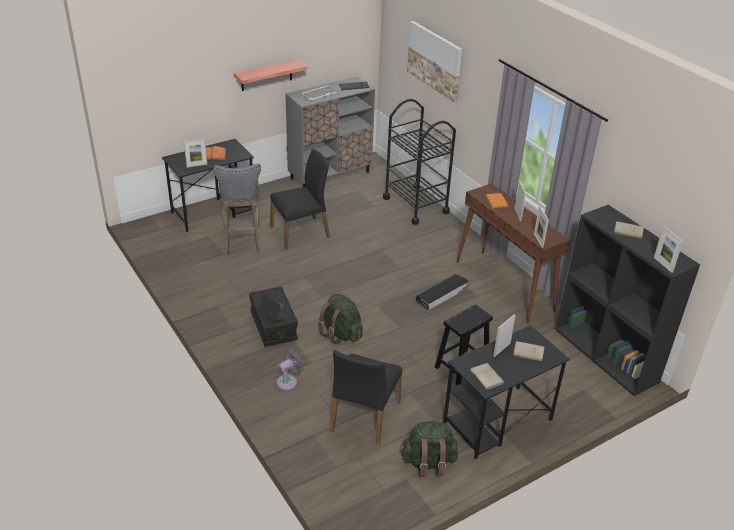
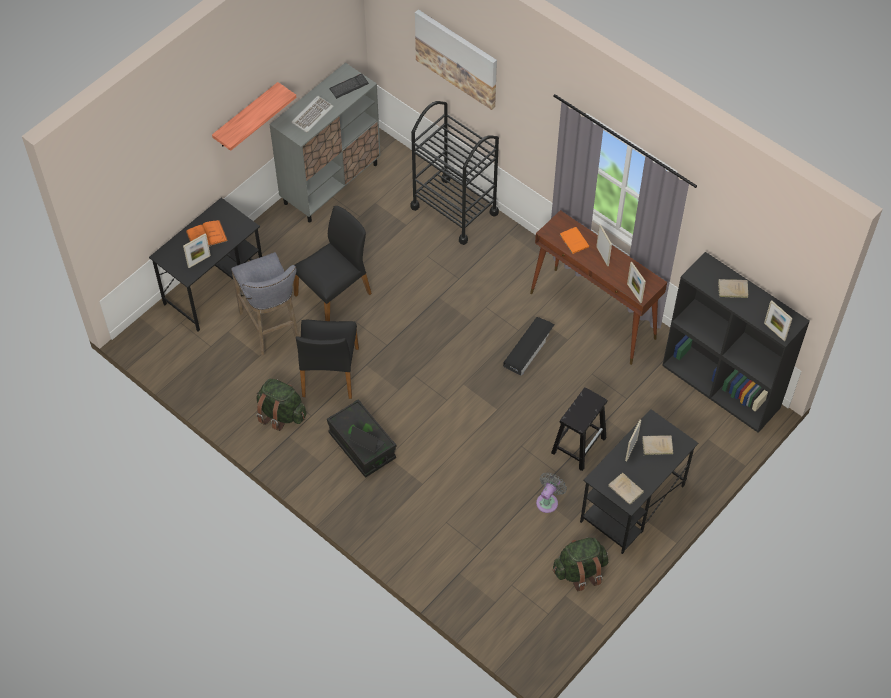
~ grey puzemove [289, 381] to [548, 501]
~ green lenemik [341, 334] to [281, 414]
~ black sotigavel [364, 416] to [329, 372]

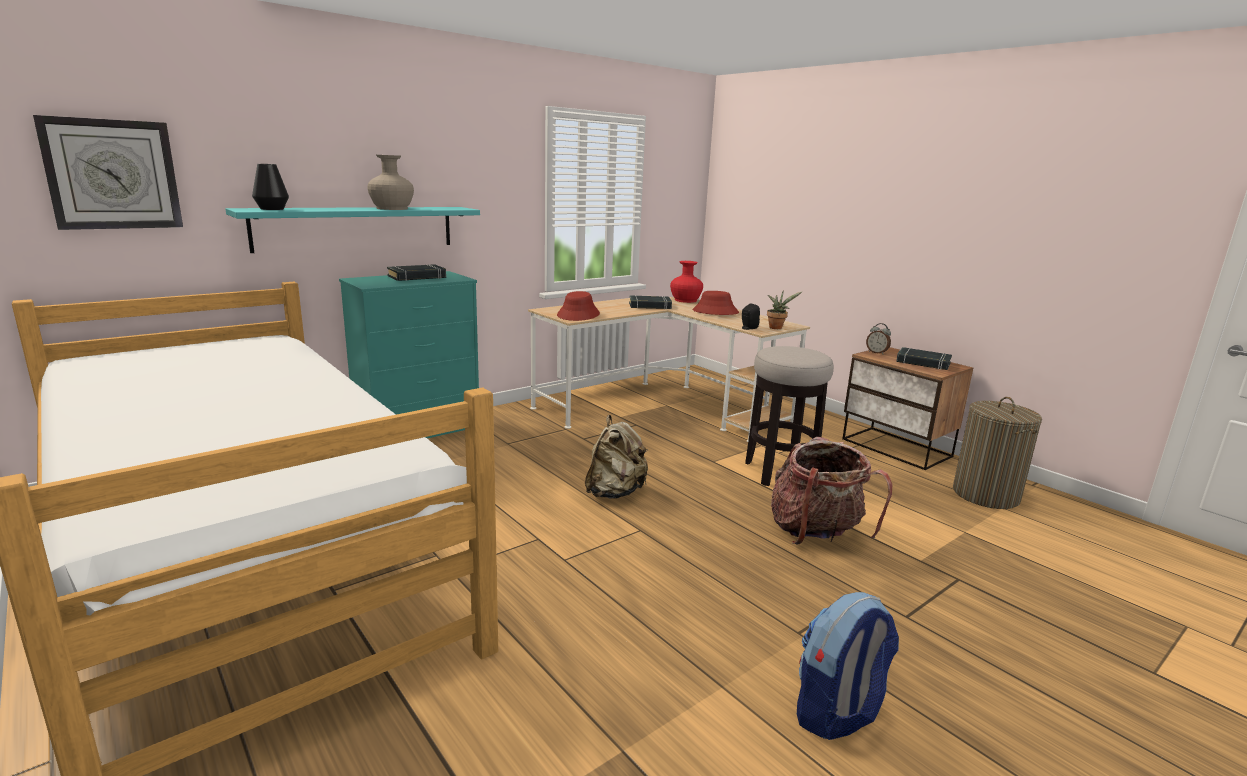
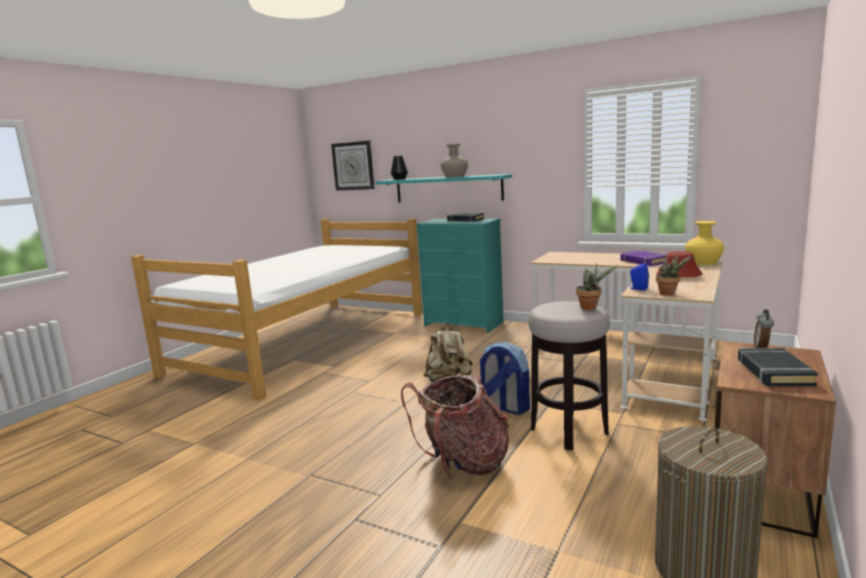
- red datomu [578, 315]
~ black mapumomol [650, 306] to purple mapumomol [643, 262]
~ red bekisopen [685, 300] to yellow bekisopen [703, 262]
~ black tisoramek [748, 328] to blue tisoramek [638, 288]
~ lenemik [837, 713] to [504, 407]
+ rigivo [591, 307]

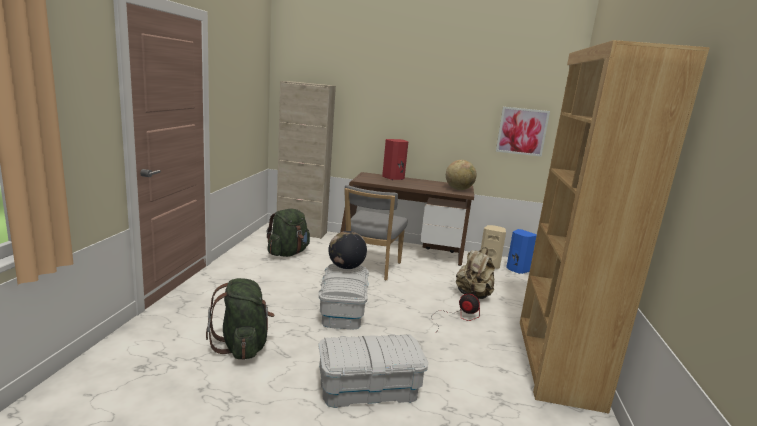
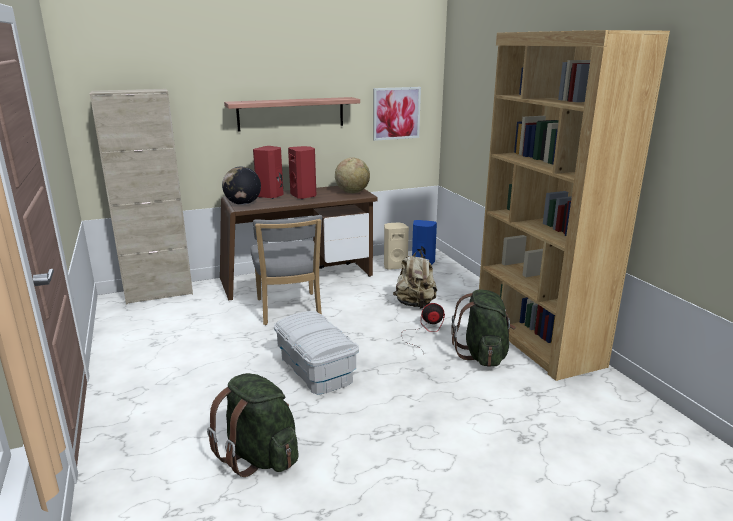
~ green lenemik [288, 253] to [483, 355]
- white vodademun [369, 389]
~ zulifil [346, 267] to [243, 204]
+ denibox [291, 113]
+ red tisoramek [304, 196]

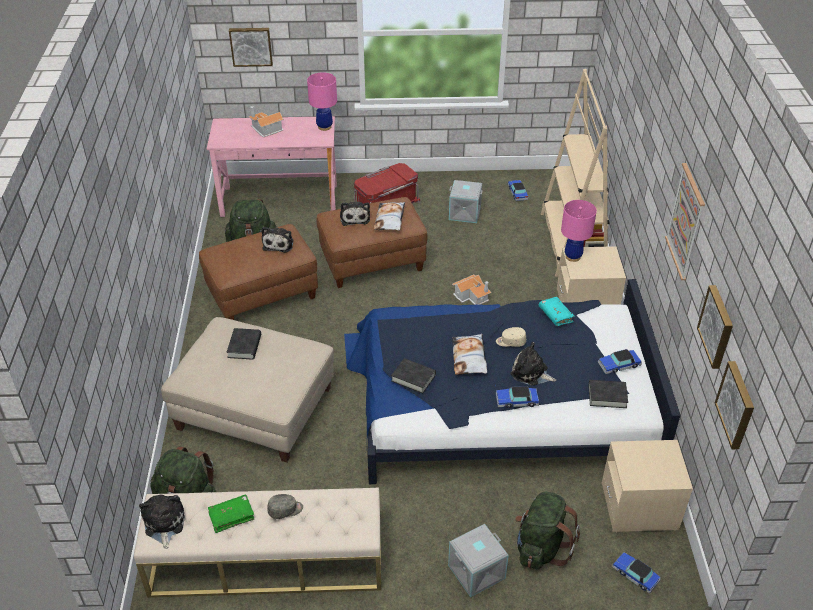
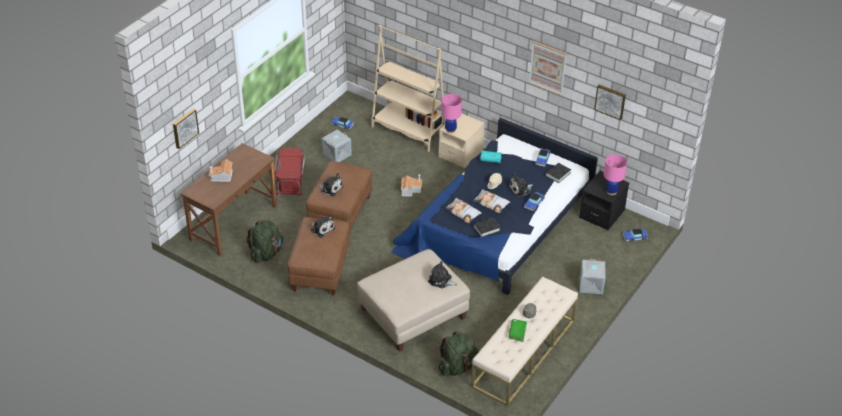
~ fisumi [164, 524] to [441, 280]
~ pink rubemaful [279, 200] to brown rubemaful [233, 222]
- black mapumomol [244, 346]
~ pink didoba [324, 127] to [611, 192]
~ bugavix [390, 219] to [463, 212]
- green lenemik [541, 547]
~ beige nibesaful [639, 507] to black nibesaful [602, 214]
- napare [737, 405]

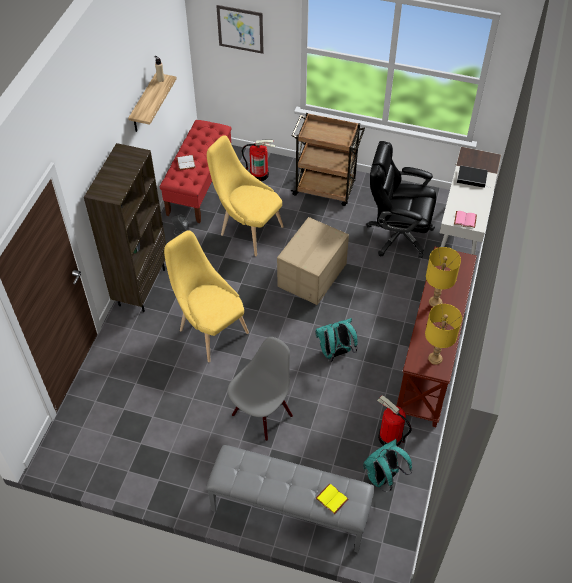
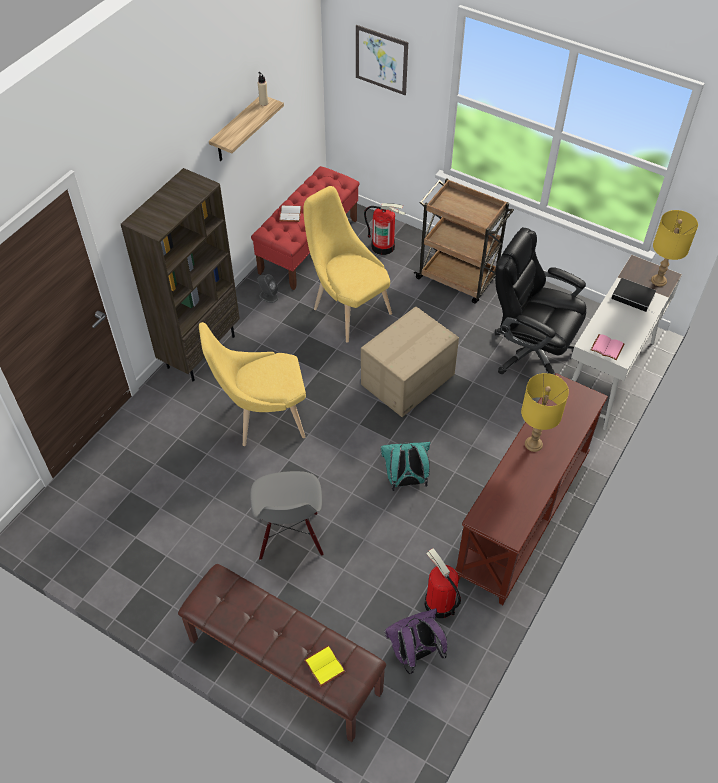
~ yellow sotigavel [210, 329] = [263, 419] 75 degrees counterclockwise
~ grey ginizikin [289, 511] to brown ginizikin [283, 666]
~ grey sotigavel [262, 414] = [290, 536] 120 degrees clockwise
~ turquoise lenemik [383, 477] to purple lenemik [414, 653]
~ yellow didoba [435, 358] to [659, 280]

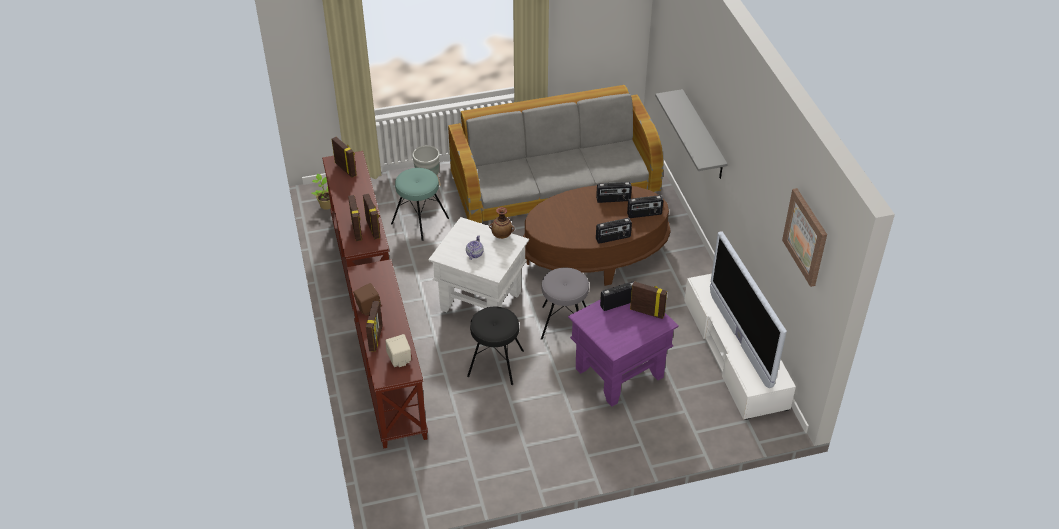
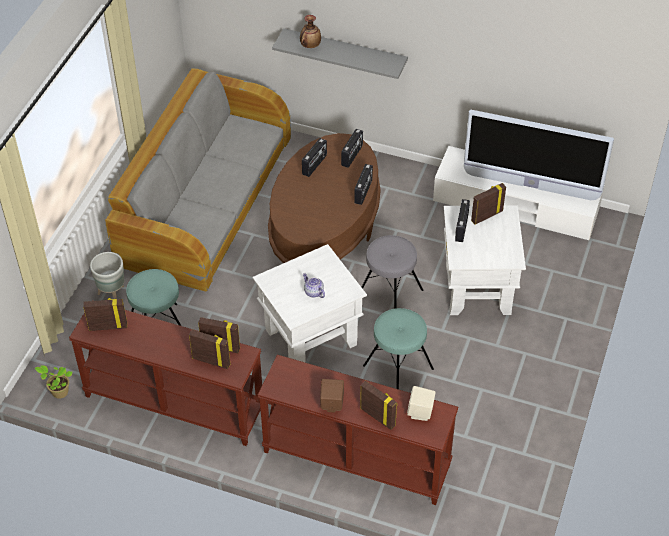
~ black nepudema [495, 363] to turquoise nepudema [398, 367]
~ bekisopen [502, 235] to [310, 46]
~ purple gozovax [618, 373] to white gozovax [477, 289]
- napare [806, 237]

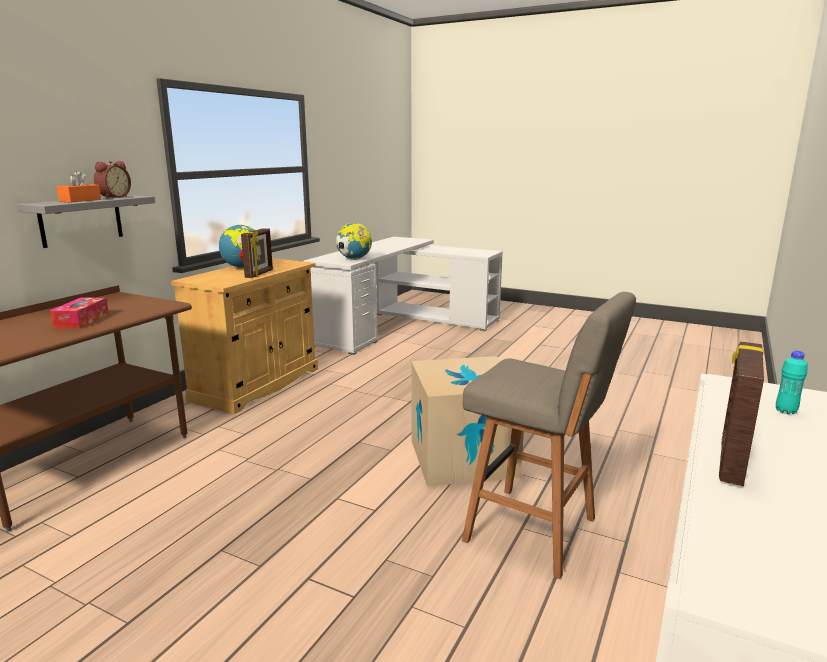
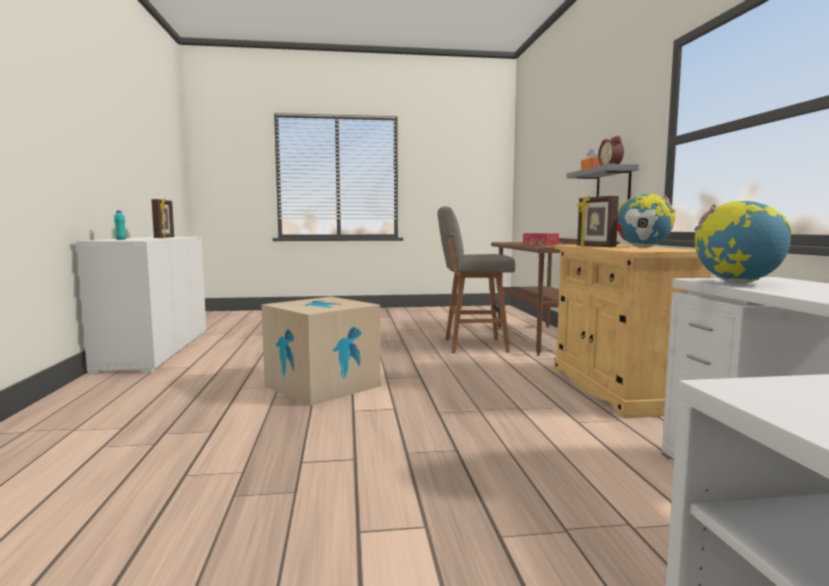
~ grey nepudema [535, 531] to [472, 345]

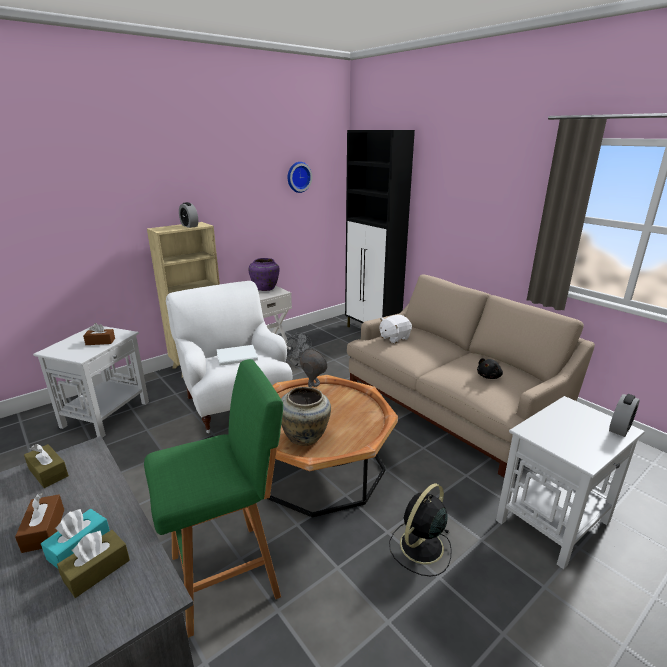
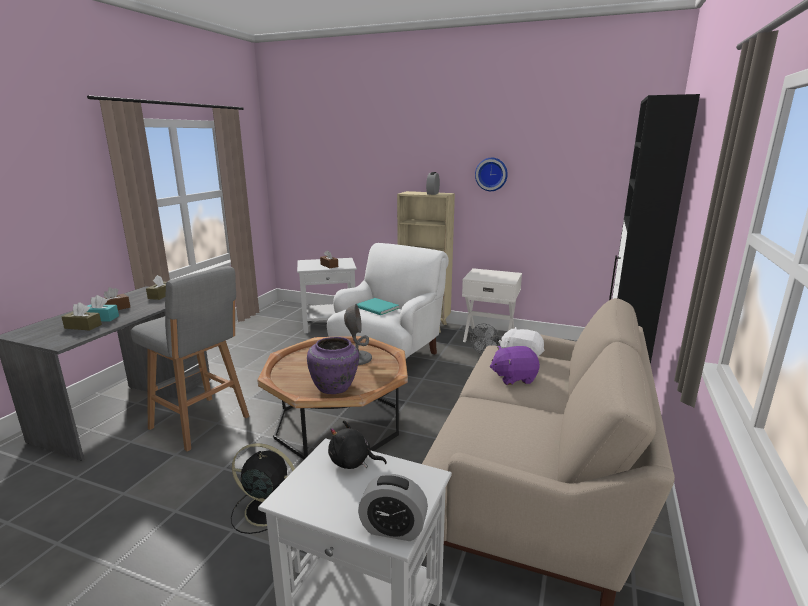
~ green nepudema [229, 574] to grey nepudema [201, 423]
~ white mapumomol [238, 356] to turquoise mapumomol [377, 308]
~ purple bekisopen [265, 288] to [335, 388]
- beige bekisopen [305, 437]
~ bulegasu [298, 177] to [491, 174]
~ black fisumi [489, 376] to [352, 462]
+ purple fisumi [513, 378]

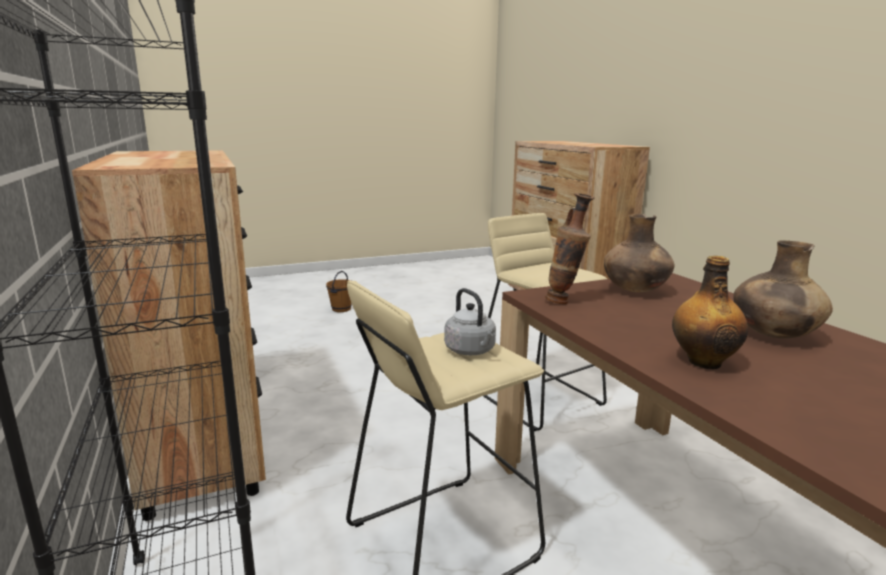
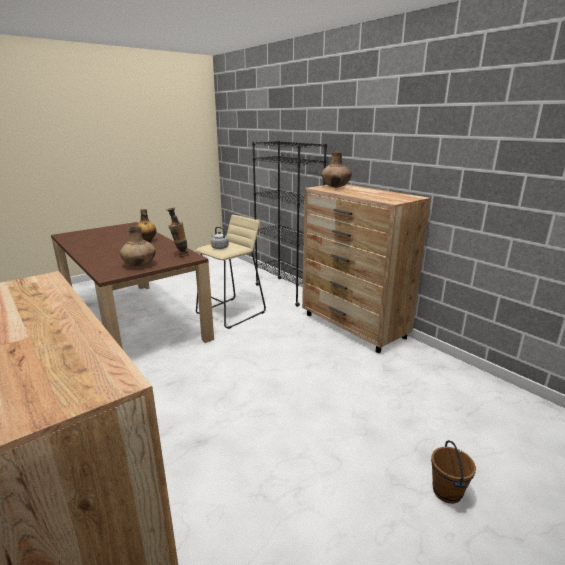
- beige nepudema [537, 397]
~ brown bekisopen [773, 335] to [336, 187]

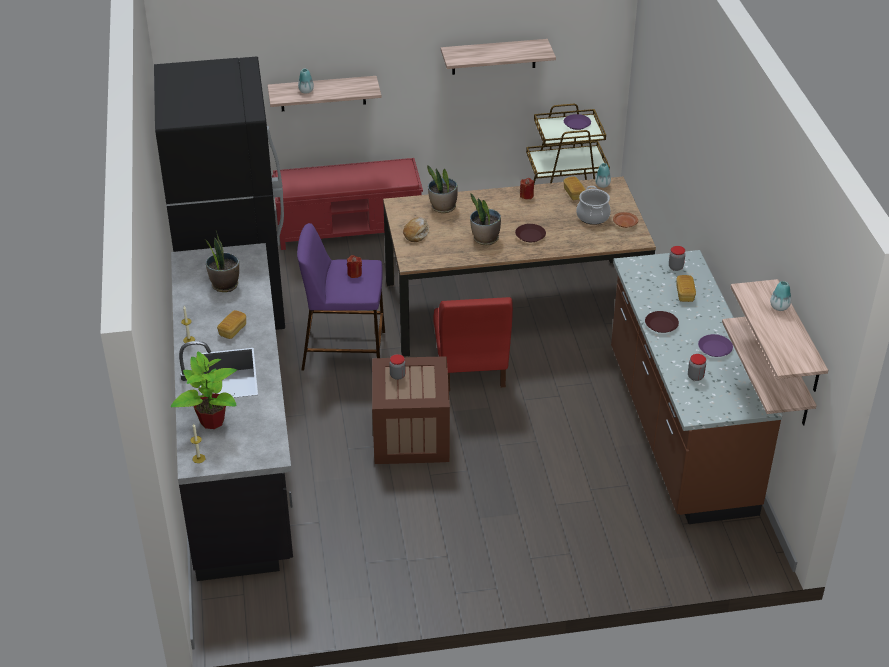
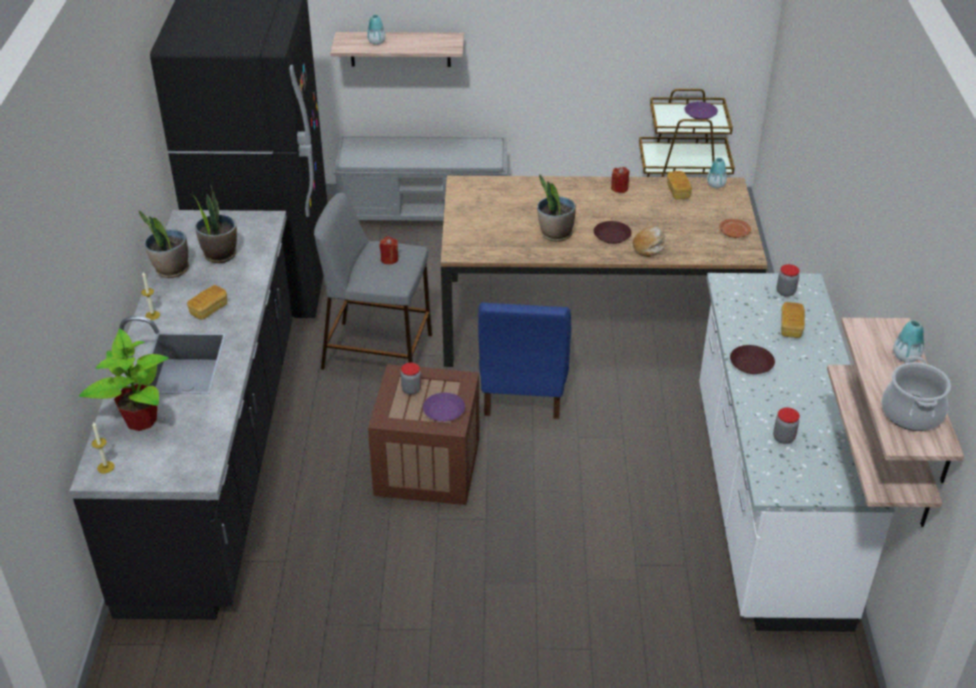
~ red ginizikin [350, 229] to grey ginizikin [425, 213]
~ purple nepudema [345, 350] to grey nepudema [379, 351]
~ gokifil [416, 233] to [649, 246]
~ rigivo [443, 207] to [171, 270]
~ red sotigavel [471, 367] to blue sotigavel [523, 389]
- denibox [494, 56]
~ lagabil [592, 216] to [911, 413]
~ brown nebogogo [678, 431] to white nebogogo [765, 502]
~ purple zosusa [714, 349] to [443, 411]

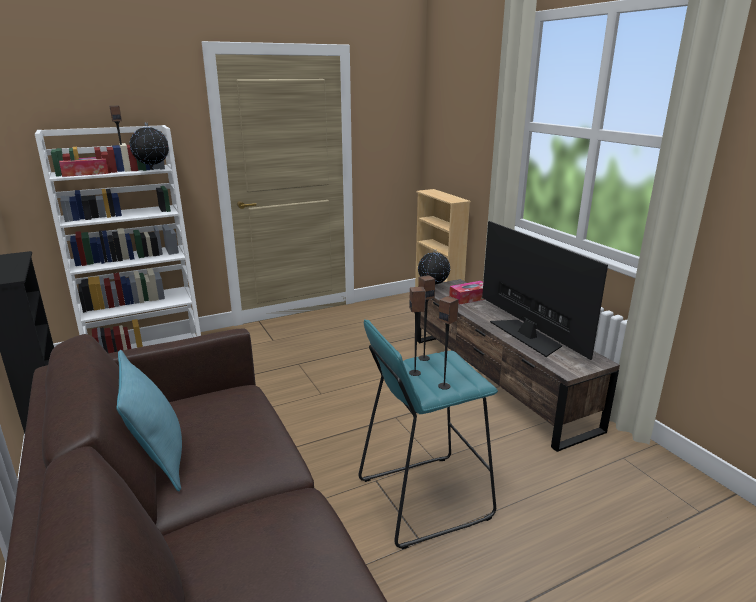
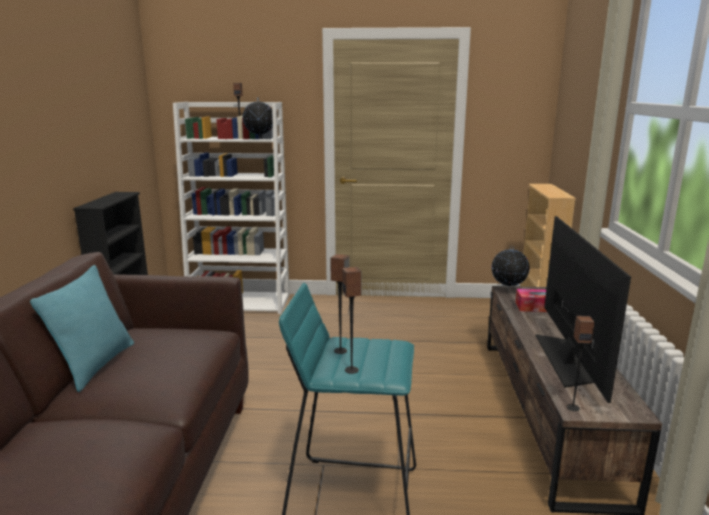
- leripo [85, 173]
~ tisoramek [424, 358] to [572, 407]

